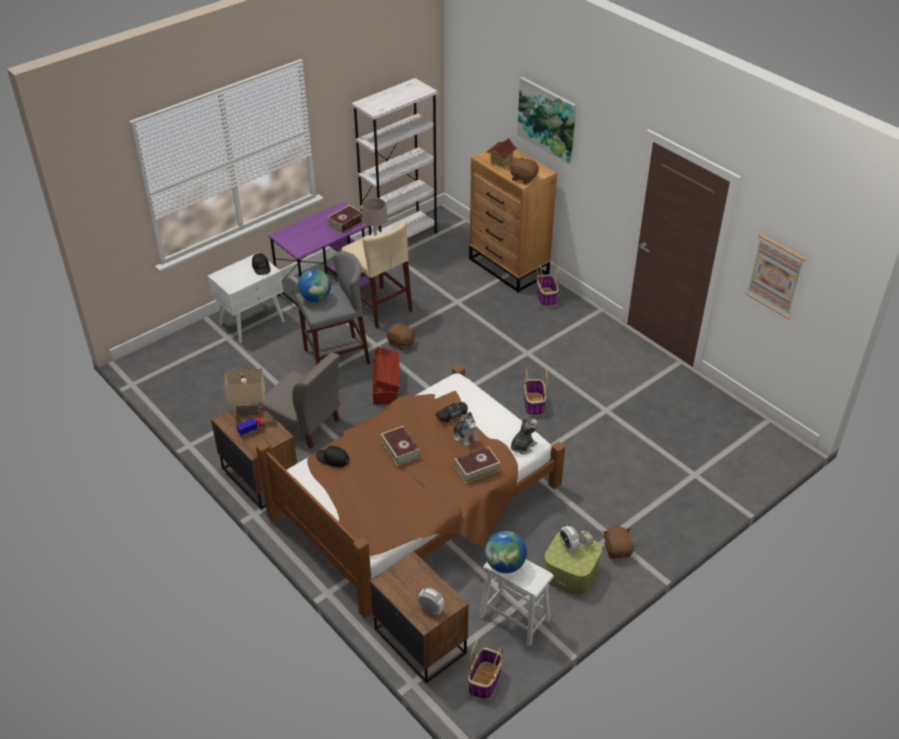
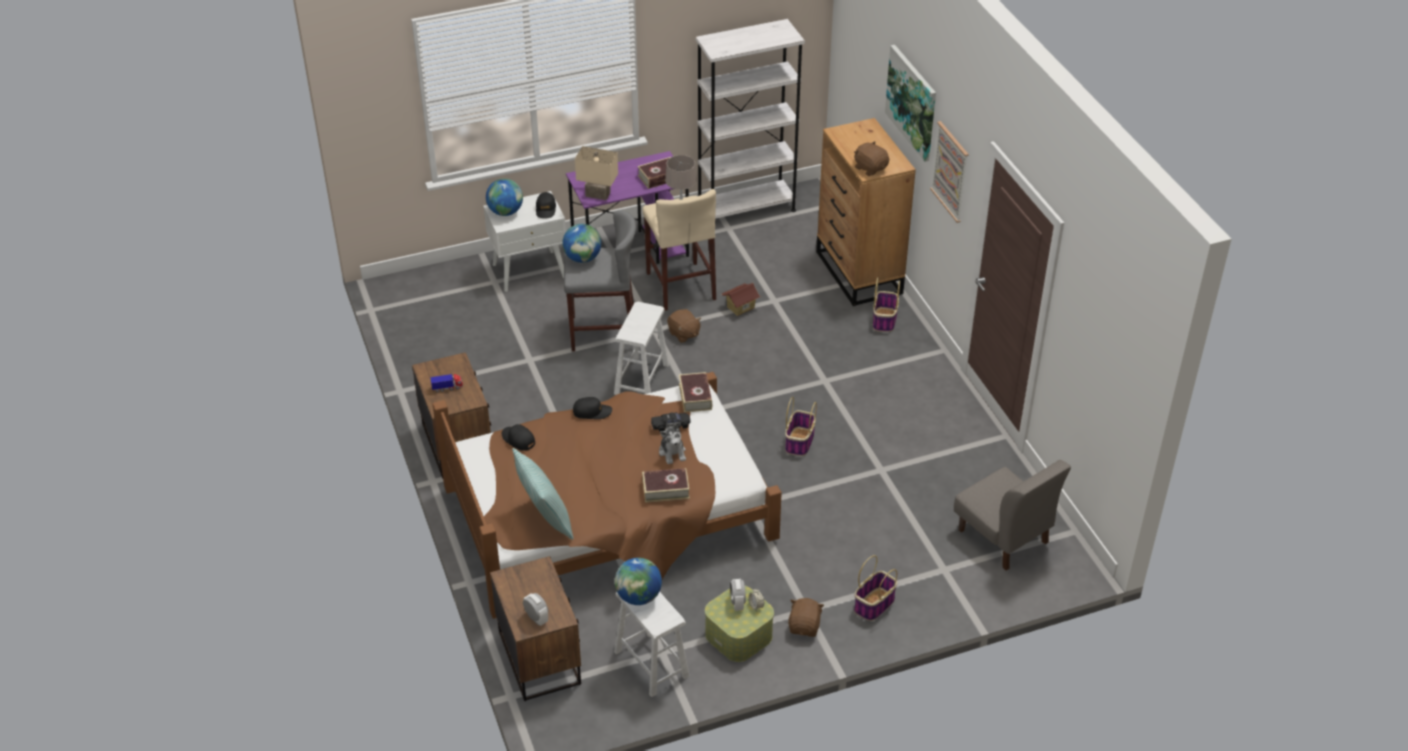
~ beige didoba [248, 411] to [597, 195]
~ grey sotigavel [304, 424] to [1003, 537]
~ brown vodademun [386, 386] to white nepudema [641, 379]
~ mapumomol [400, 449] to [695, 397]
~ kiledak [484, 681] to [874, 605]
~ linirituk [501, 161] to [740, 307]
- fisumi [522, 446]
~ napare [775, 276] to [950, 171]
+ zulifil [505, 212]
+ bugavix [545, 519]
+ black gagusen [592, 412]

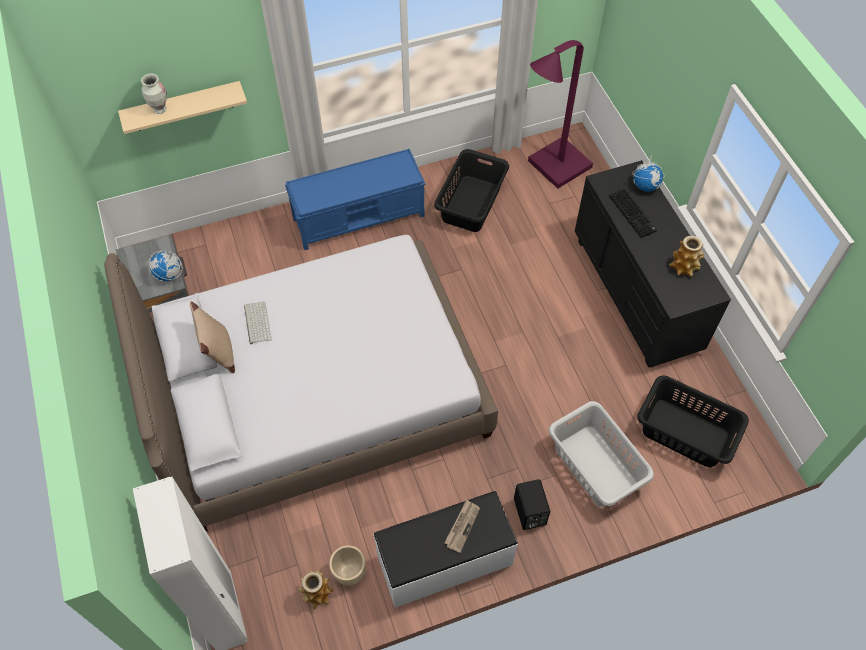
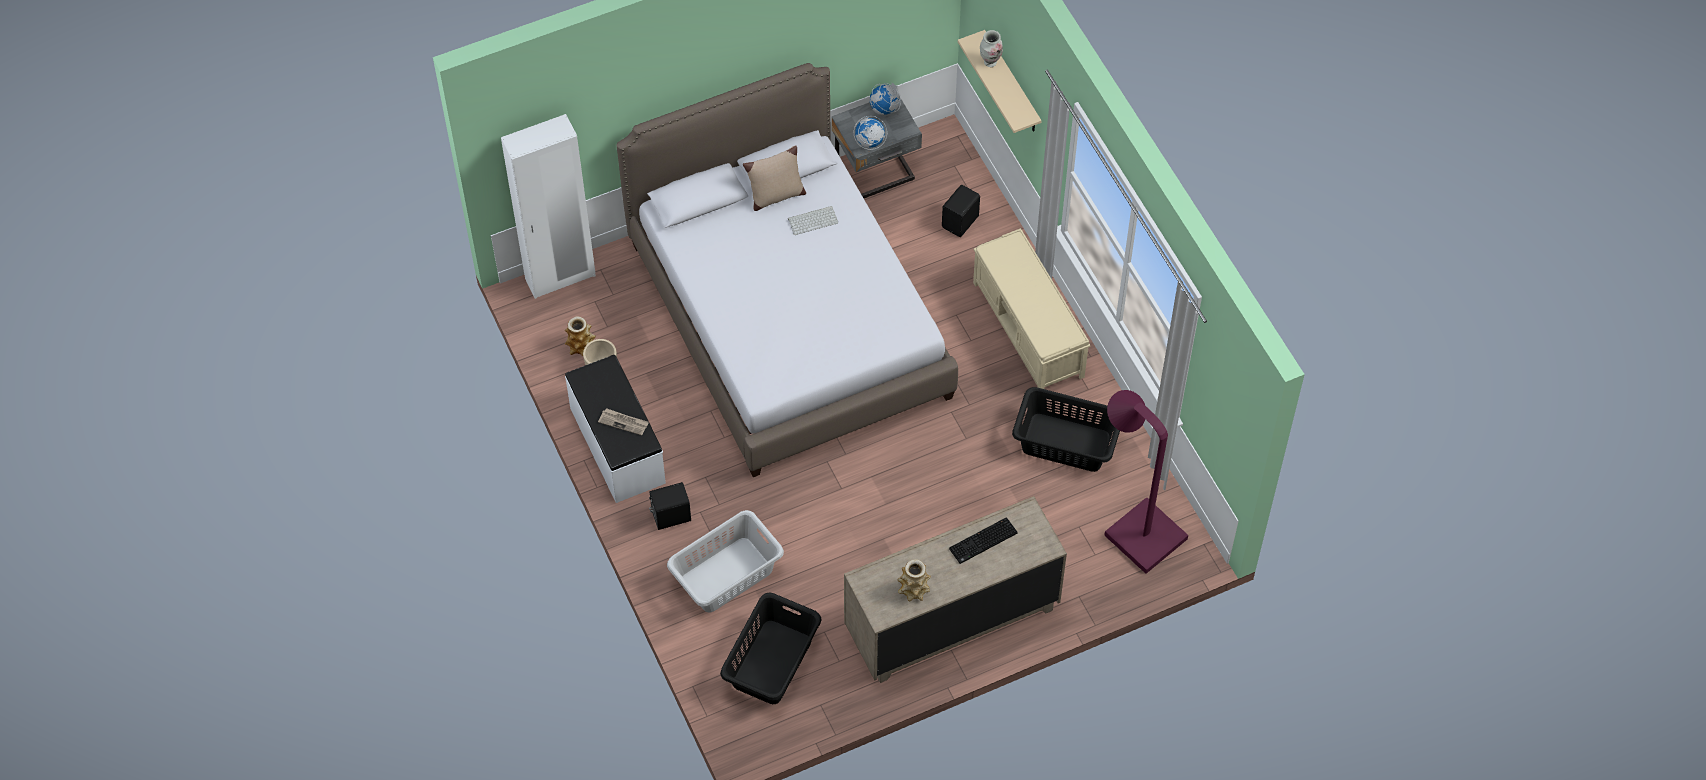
~ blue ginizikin [359, 217] to beige ginizikin [1028, 330]
~ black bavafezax [635, 294] to beige bavafezax [952, 619]
~ zulifil [645, 186] to [885, 109]
+ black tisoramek [961, 222]

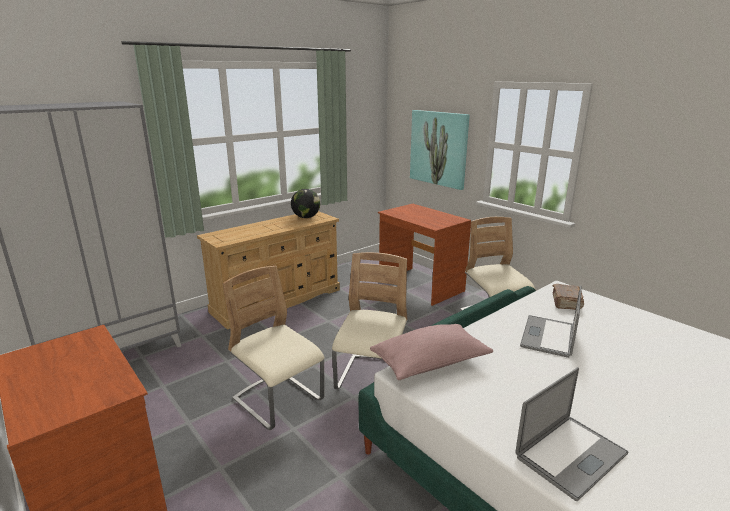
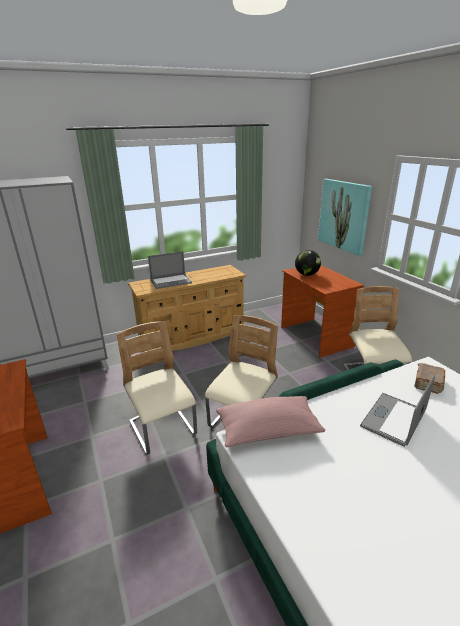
~ zulifil [306, 217] to [307, 274]
~ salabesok [571, 455] to [171, 281]

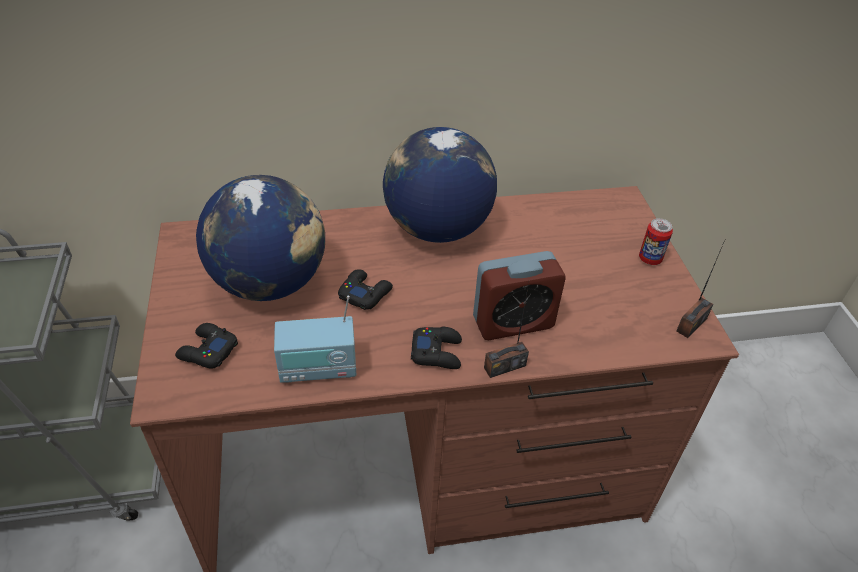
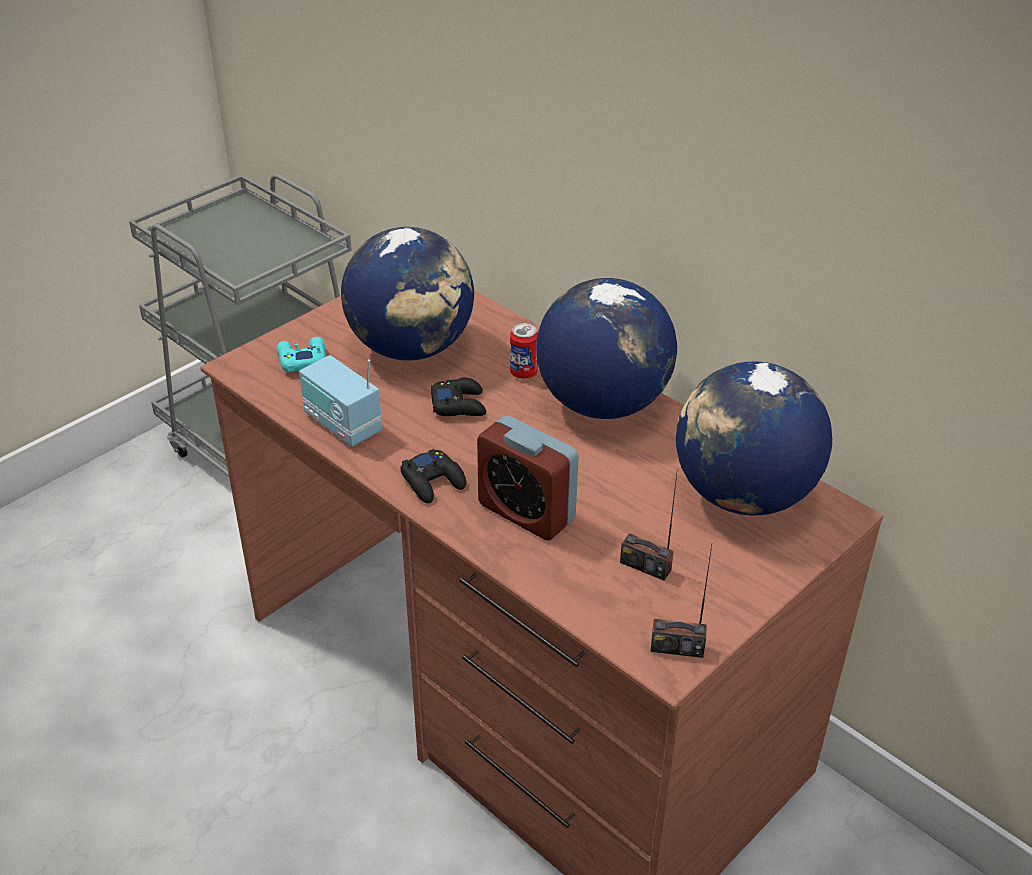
~ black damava [207, 351] to turquoise damava [302, 360]
~ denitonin [504, 366] to [645, 566]
~ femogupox [650, 259] to [523, 373]
+ zulifil [742, 495]

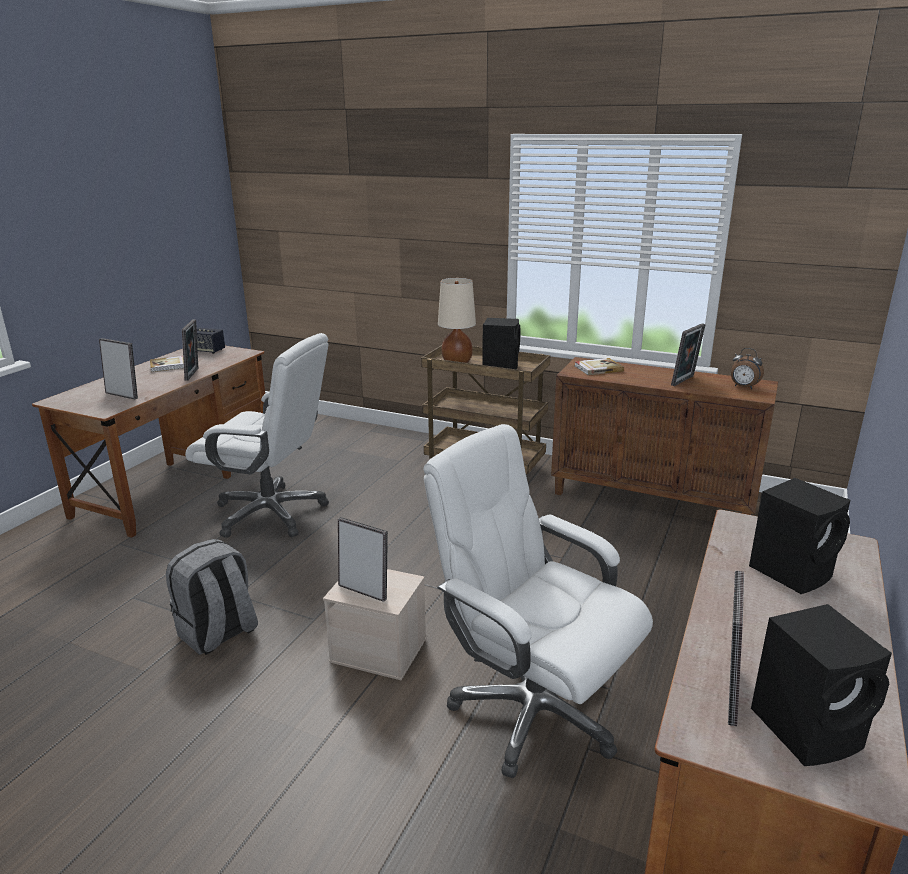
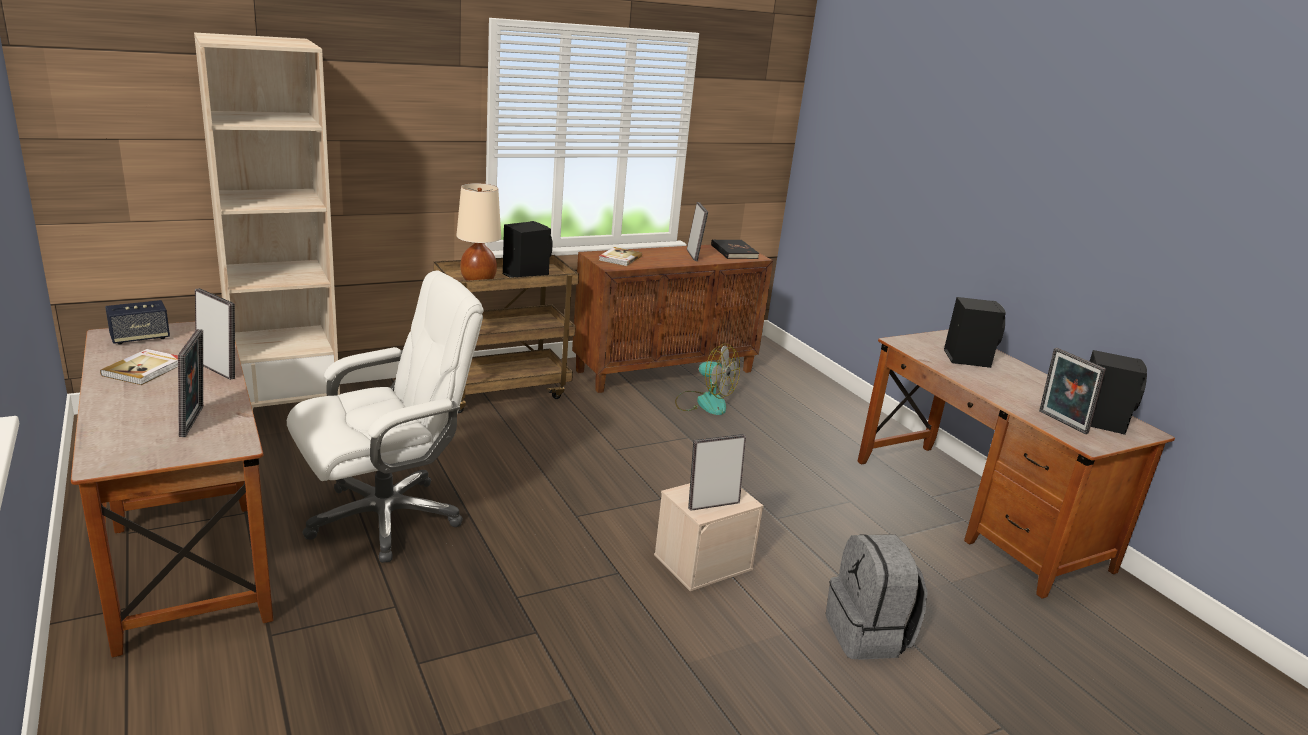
~ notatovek [123, 395] = [196, 421] 105 degrees clockwise
~ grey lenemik [218, 633] to [868, 635]
- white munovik [533, 711]
~ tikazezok [743, 387] to black mapumomol [733, 252]
+ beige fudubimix [287, 411]
+ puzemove [704, 402]

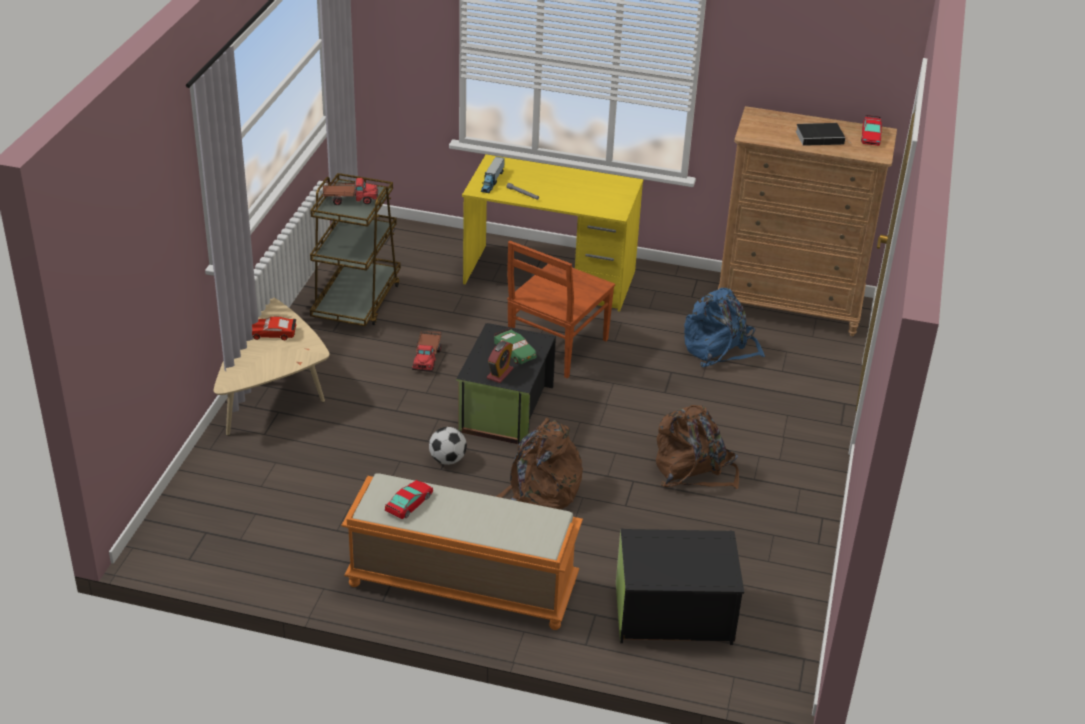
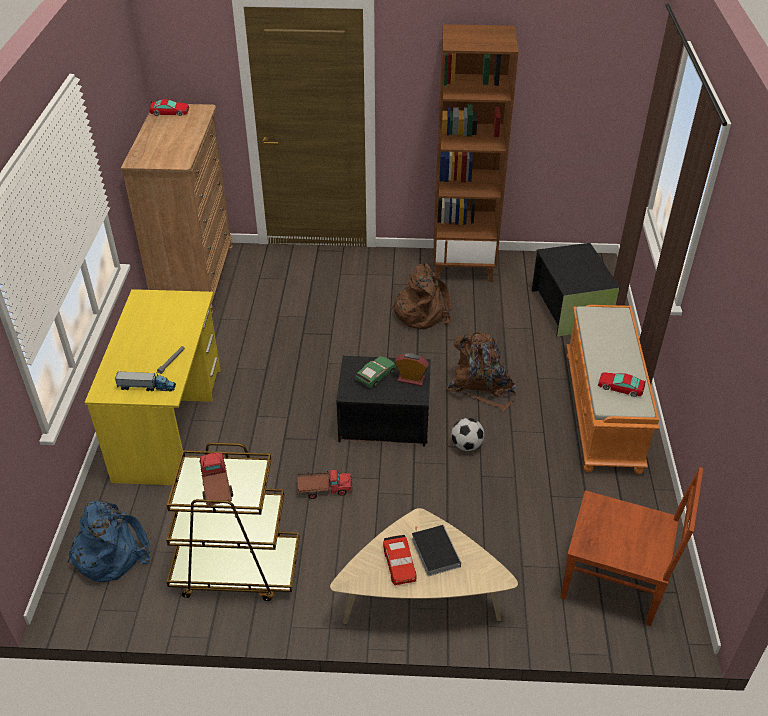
~ brown sotigavel [556, 348] to [615, 582]
~ blue lenemik [719, 348] to [110, 552]
~ mapumomol [820, 137] to [434, 551]
+ brown fudubimix [463, 266]

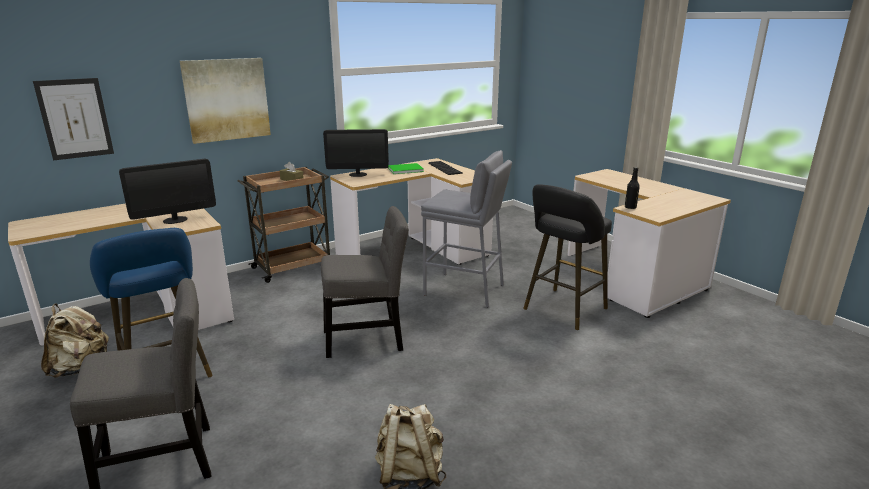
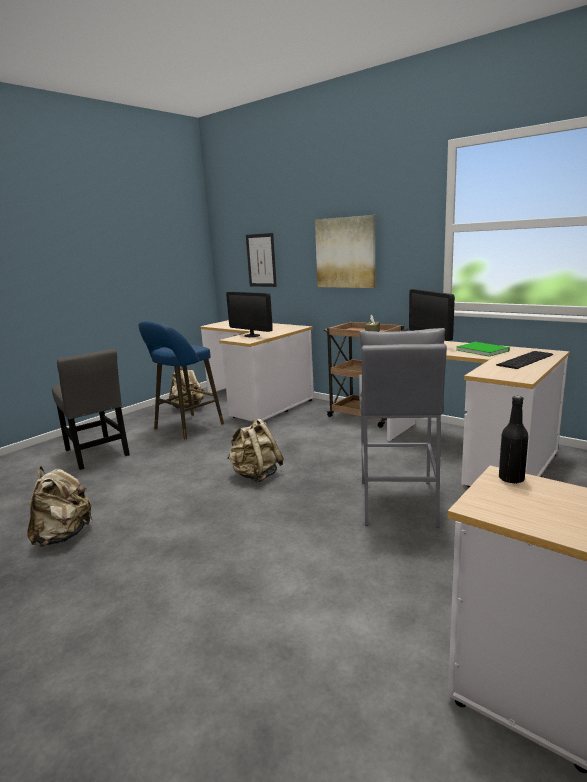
~ grey sotigavel [367, 339] to beige lenemik [256, 475]
- black nepudema [562, 310]

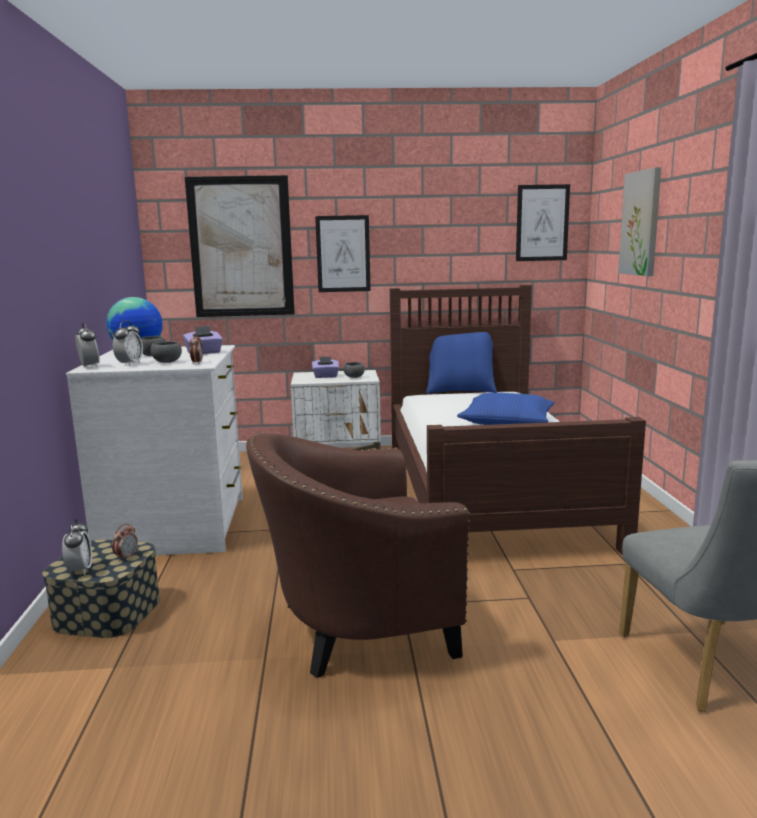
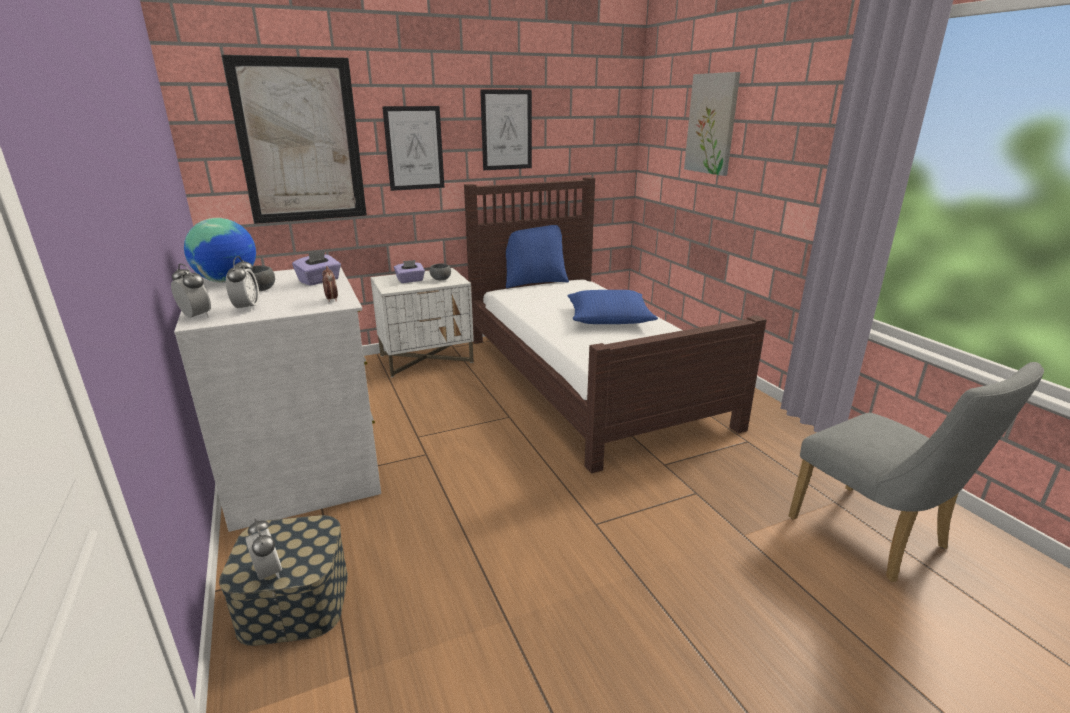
- tikazezok [126, 557]
- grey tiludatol [167, 362]
- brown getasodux [355, 627]
~ napare [542, 223] to [506, 130]

